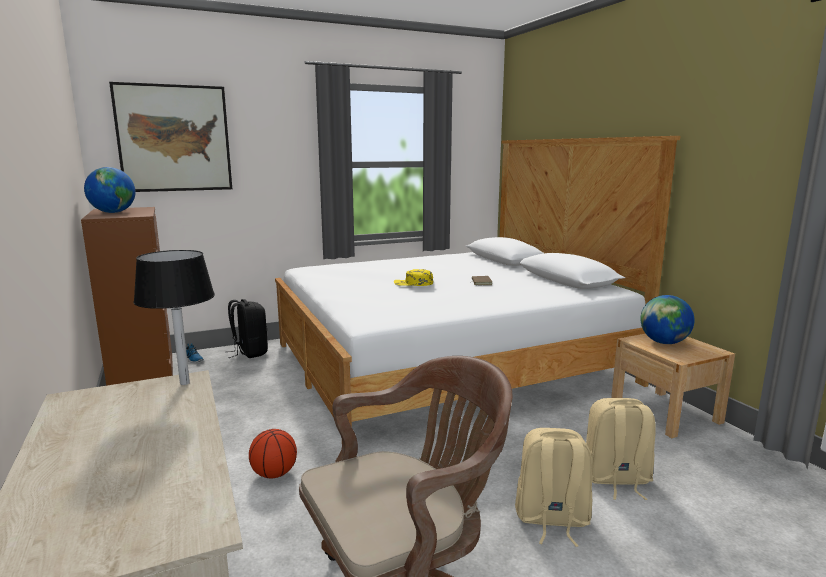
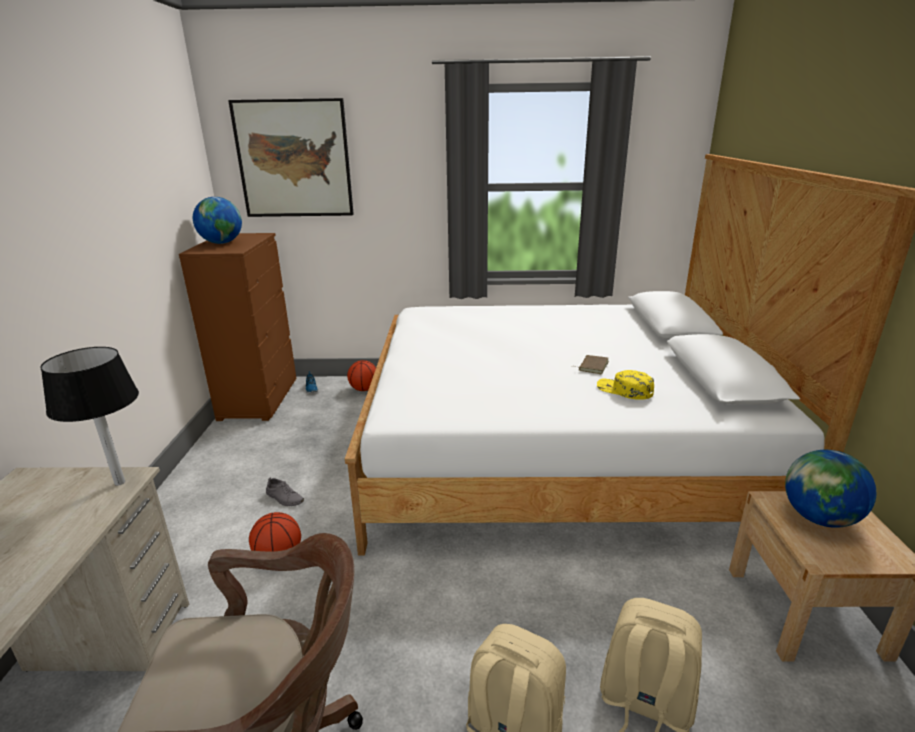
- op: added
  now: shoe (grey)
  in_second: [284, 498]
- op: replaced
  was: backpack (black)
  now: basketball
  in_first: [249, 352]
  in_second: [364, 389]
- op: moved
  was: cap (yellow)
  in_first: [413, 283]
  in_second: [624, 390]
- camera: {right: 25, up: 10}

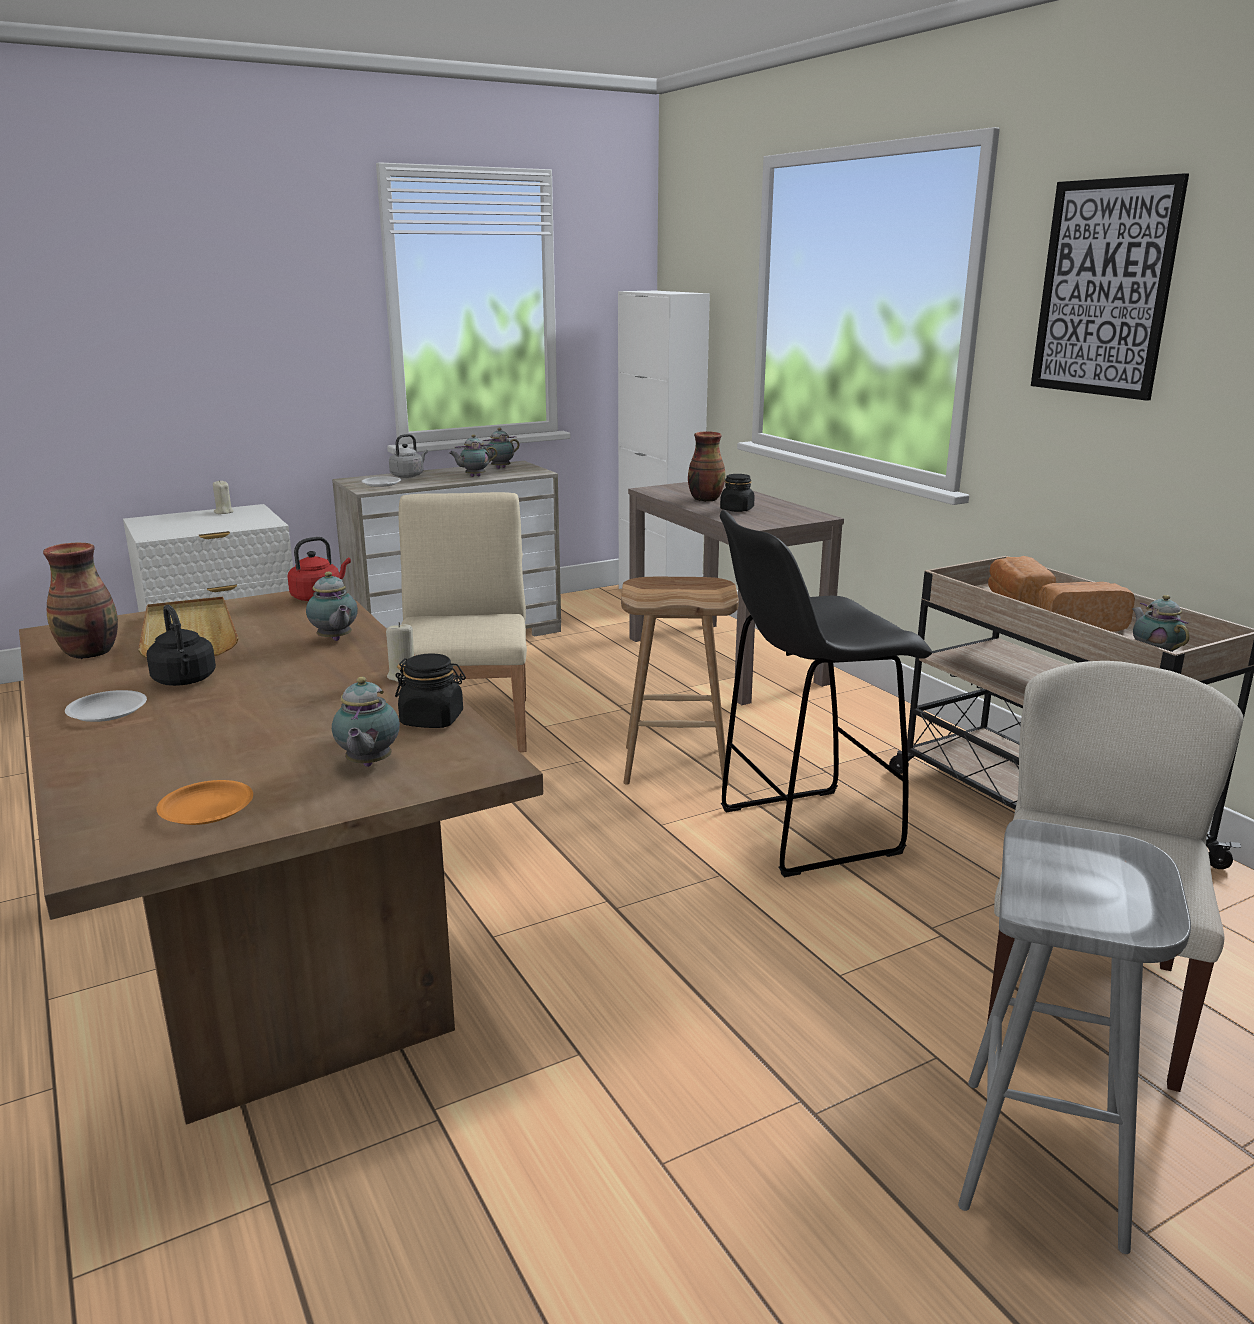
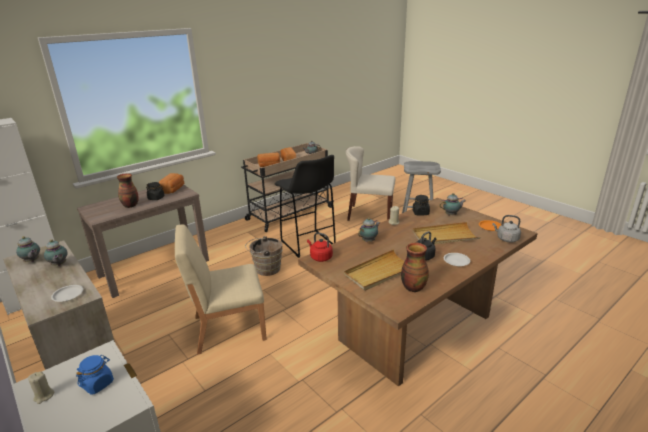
- op: added
  now: jar (blue)
  in_second: [98, 384]
- op: added
  now: bread
  in_second: [173, 189]
- op: replaced
  was: stool (brown)
  now: bucket (brown)
  in_first: [677, 765]
  in_second: [265, 269]
- op: added
  now: tray (beige)
  in_second: [444, 236]
- op: moved
  was: kettle (grey)
  in_first: [408, 475]
  in_second: [506, 239]
- op: removed
  was: picture
  in_first: [1105, 288]
- camera: {right: -100, up: 5}

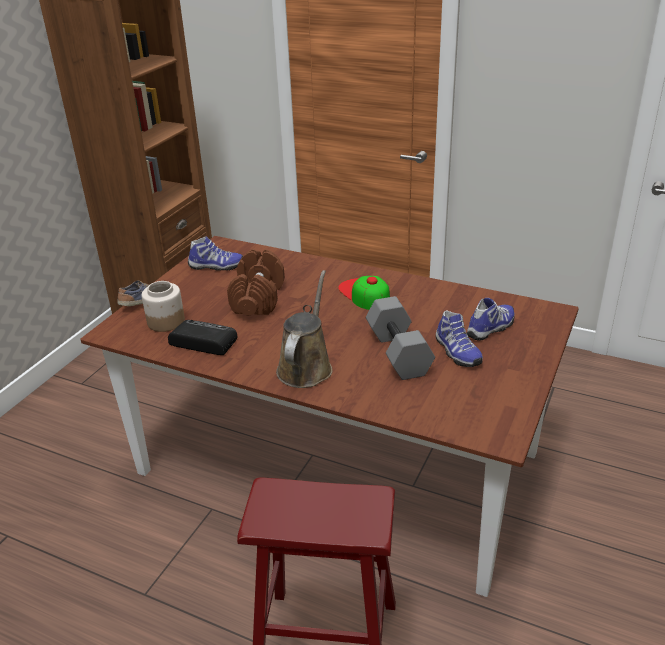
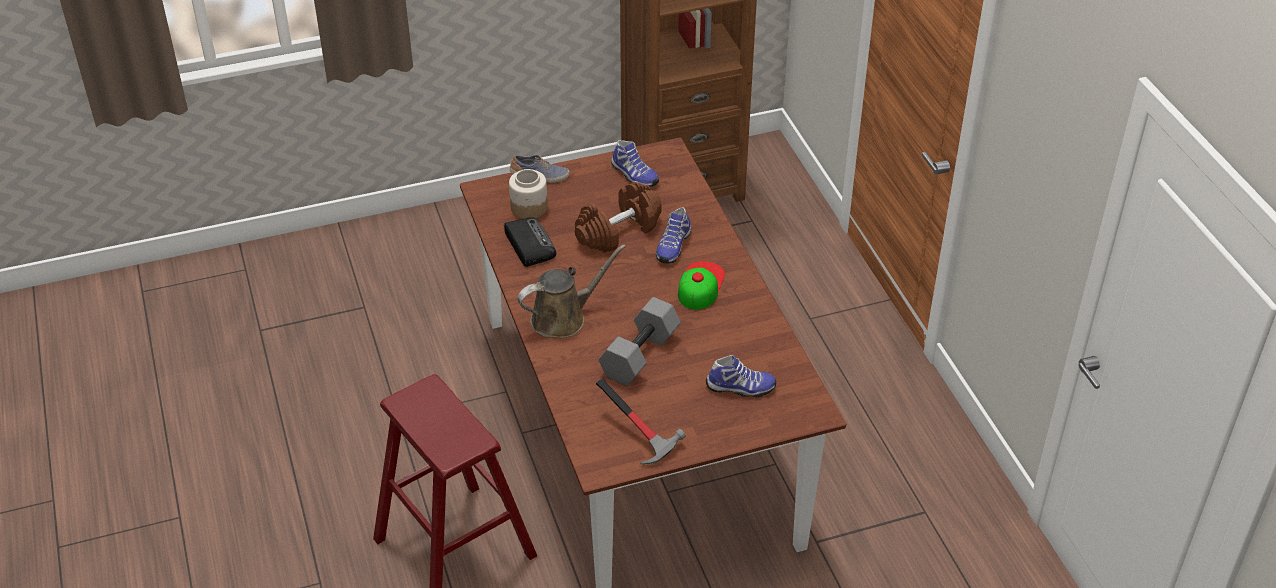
- op: added
  now: hammer
  in_second: [641, 434]
- op: moved
  was: shoe
  in_first: [456, 352]
  in_second: [672, 246]
- camera: {right: 45, up: 10}

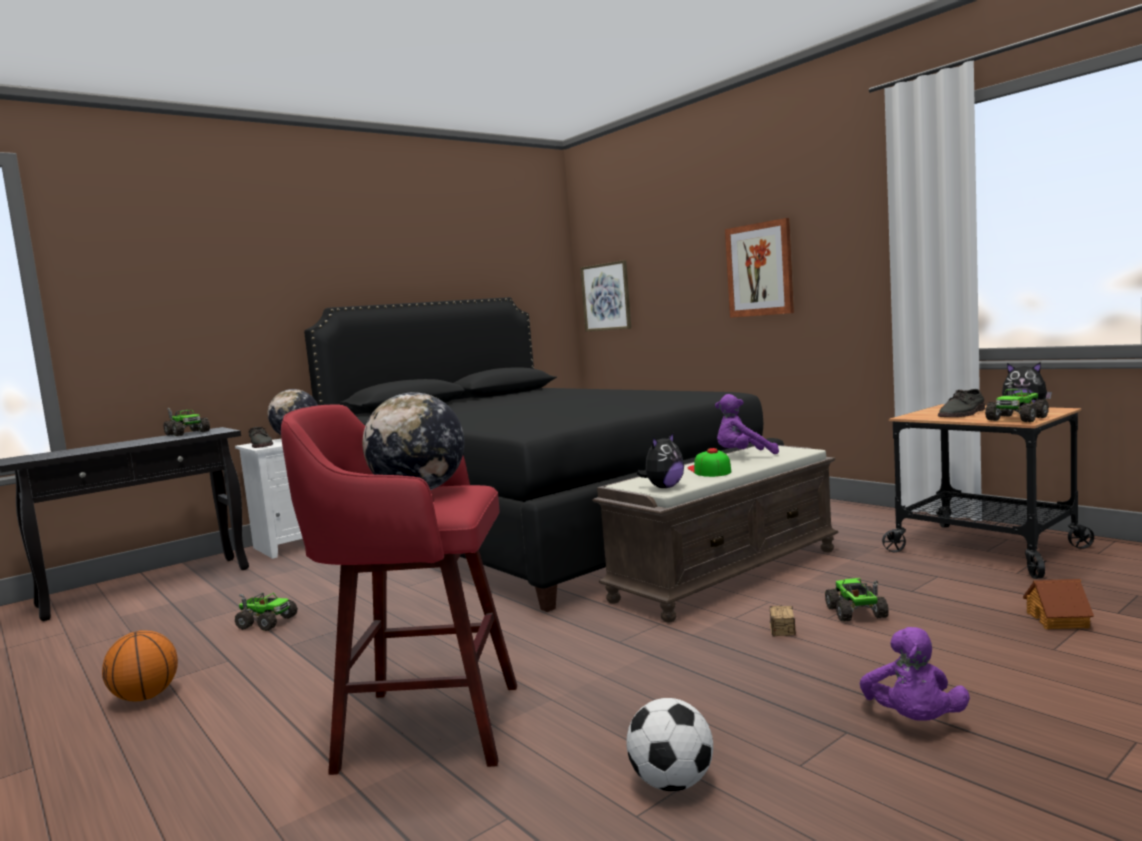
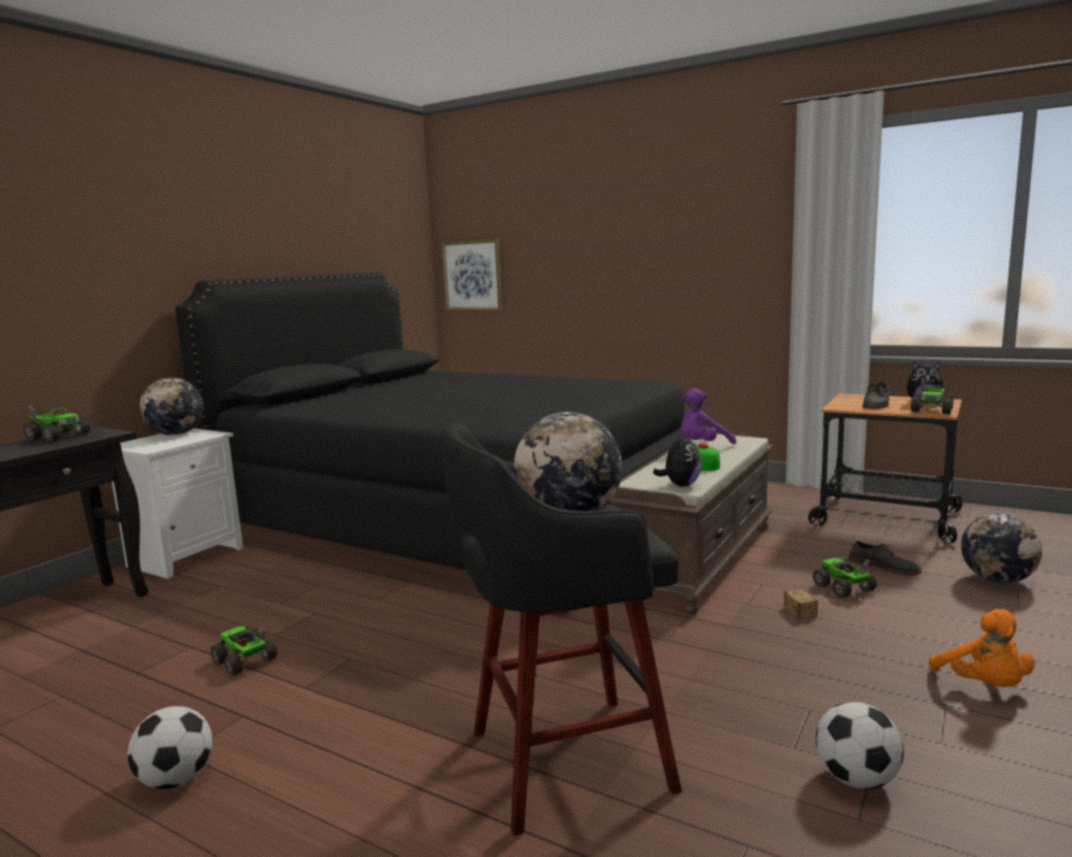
- op: replaced
  was: basketball
  now: football
  in_first: [145, 697]
  in_second: [176, 780]
- op: turned
  was: toy truck
  in_first: [266, 622]
  in_second: [245, 662]
  clockwise: -135
- op: recoloured
  was: stool (red)
  now: stool (black)
  in_first: [423, 726]
  in_second: [562, 761]
- op: moved
  was: shoe (grey)
  in_first: [261, 445]
  in_second: [884, 566]
- op: recoloured
  was: plush toy (purple)
  now: plush toy (orange)
  in_first: [914, 721]
  in_second: [984, 686]
- op: replaced
  was: toy house
  now: globe
  in_first: [1058, 620]
  in_second: [997, 580]
- op: removed
  was: picture
  in_first: [760, 269]
- camera: {right: -20, up: 5}

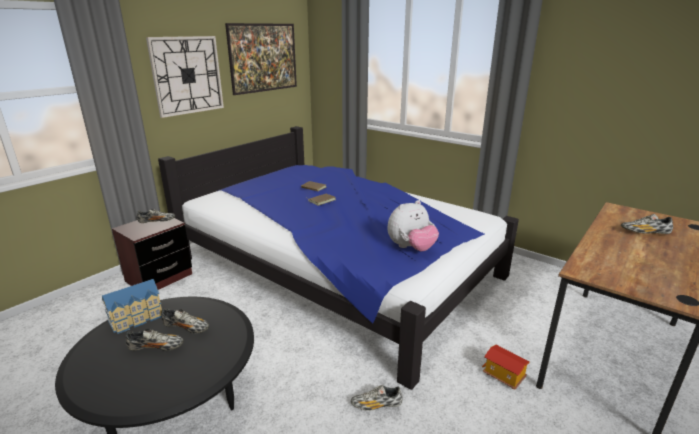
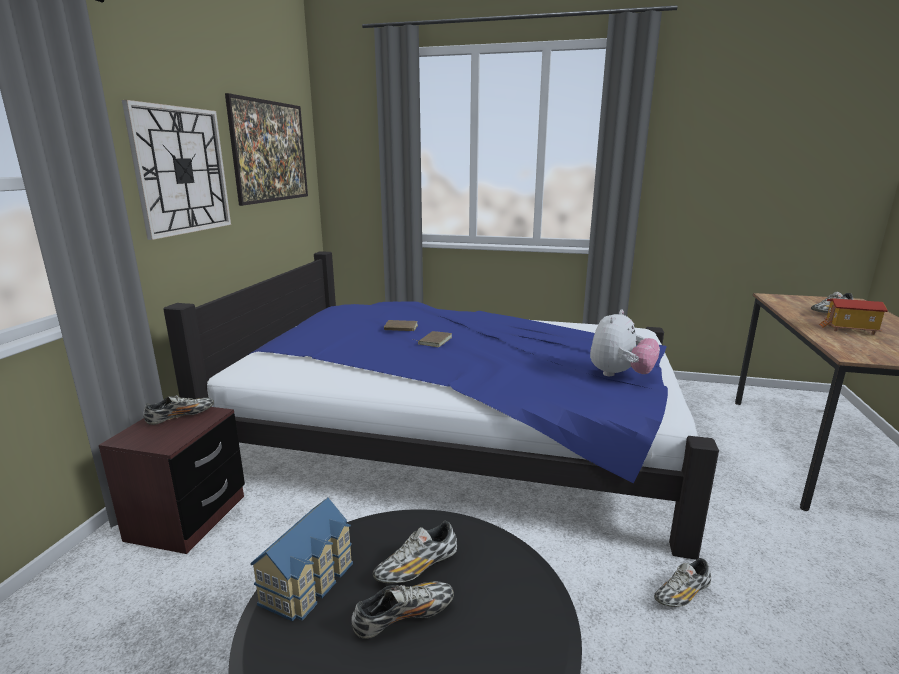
- op: turned
  was: shoe
  in_first: [186, 328]
  in_second: [417, 568]
  clockwise: 150
- op: moved
  was: toy house
  in_first: [503, 376]
  in_second: [850, 329]
- camera: {right: -25, up: -5}

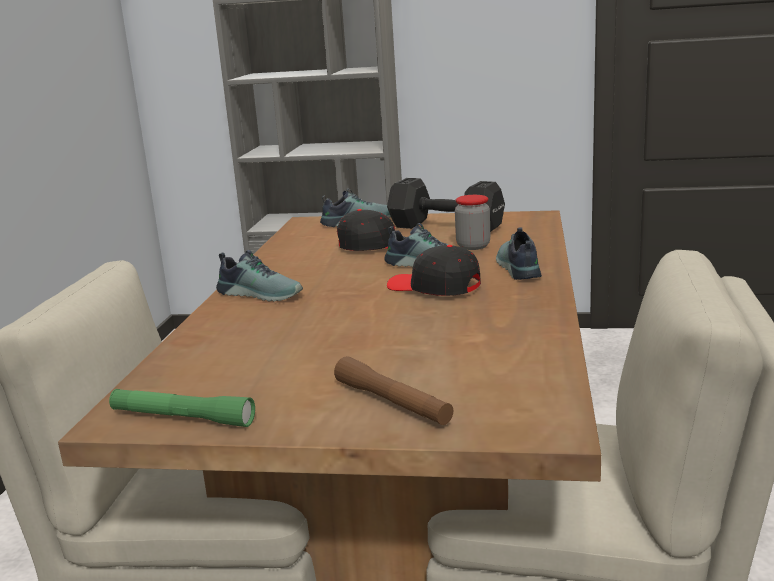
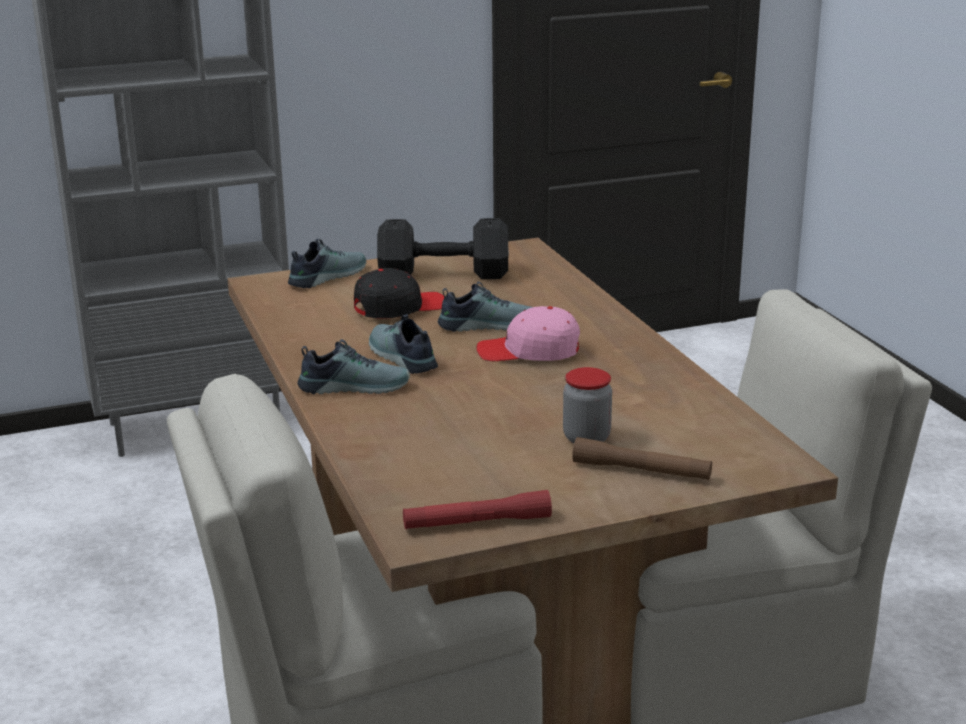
- op: moved
  was: shoe
  in_first: [516, 268]
  in_second: [400, 357]
- op: recoloured
  was: flashlight (green)
  now: flashlight (red)
  in_first: [182, 418]
  in_second: [477, 523]
- op: recoloured
  was: cap (black)
  now: cap (pink)
  in_first: [434, 287]
  in_second: [529, 351]
- op: moved
  was: jar
  in_first: [473, 246]
  in_second: [586, 438]
- camera: {right: -30, up: 5}

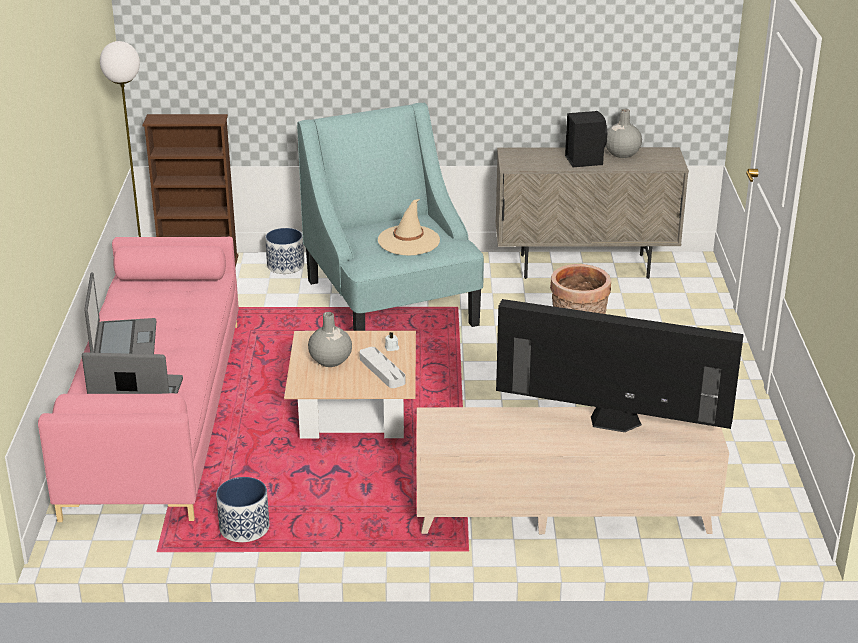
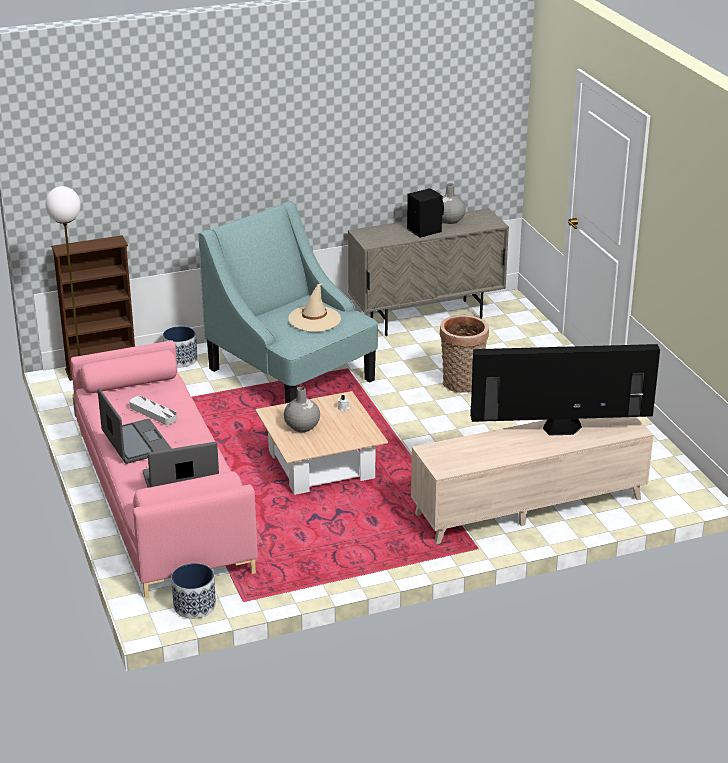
- op: moved
  was: tray (grey)
  in_first: [382, 370]
  in_second: [153, 413]
- op: moved
  was: planter
  in_first: [244, 528]
  in_second: [195, 606]
- camera: {right: -20, up: 0}

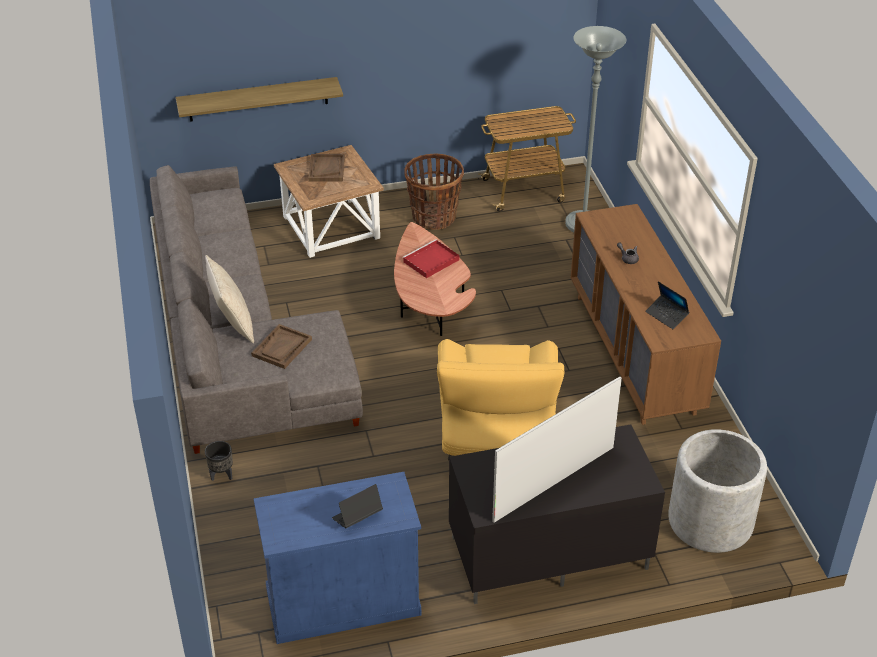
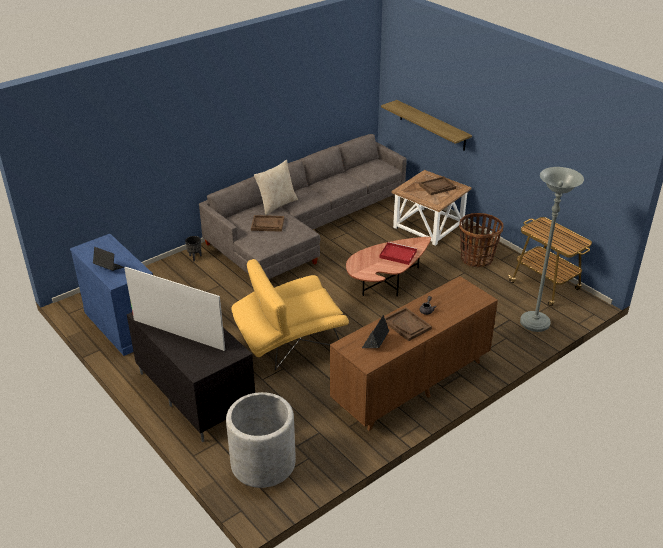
- op: added
  now: tray (brown)
  in_second: [407, 325]
- camera: {right: 65, up: -5}

